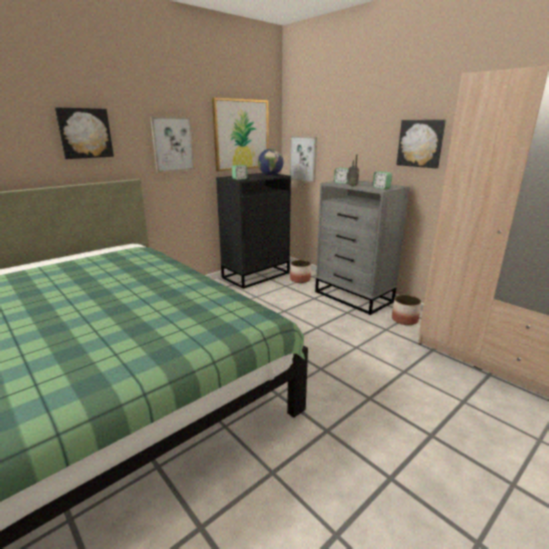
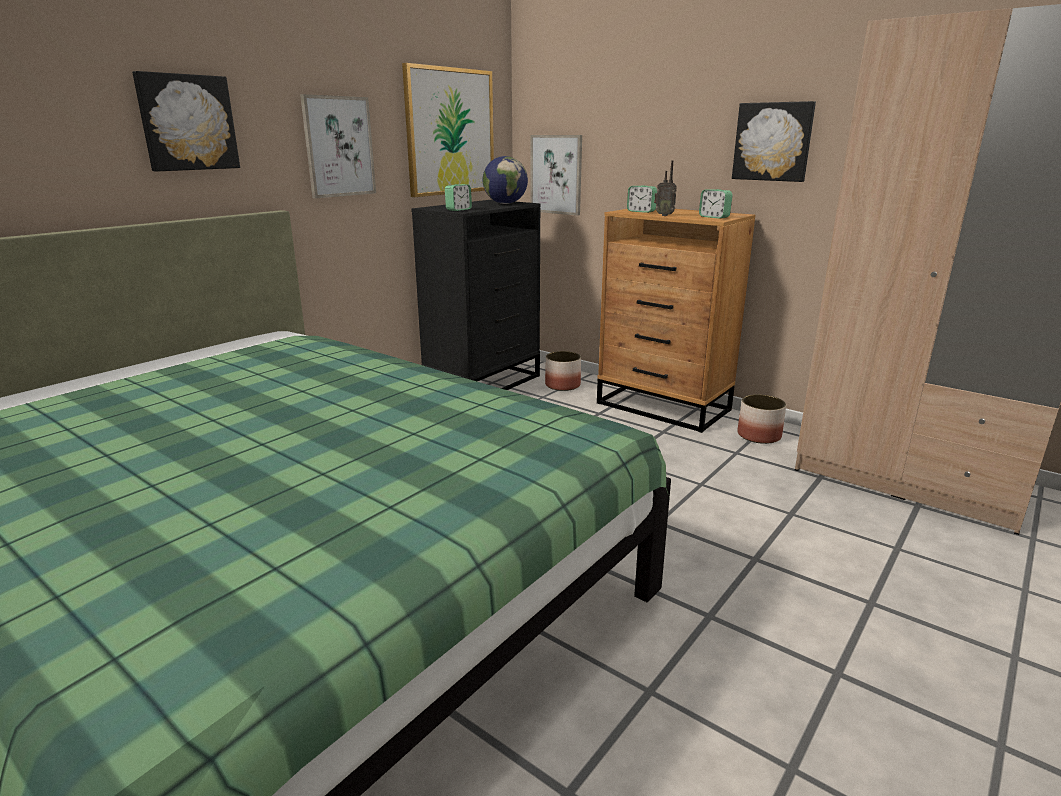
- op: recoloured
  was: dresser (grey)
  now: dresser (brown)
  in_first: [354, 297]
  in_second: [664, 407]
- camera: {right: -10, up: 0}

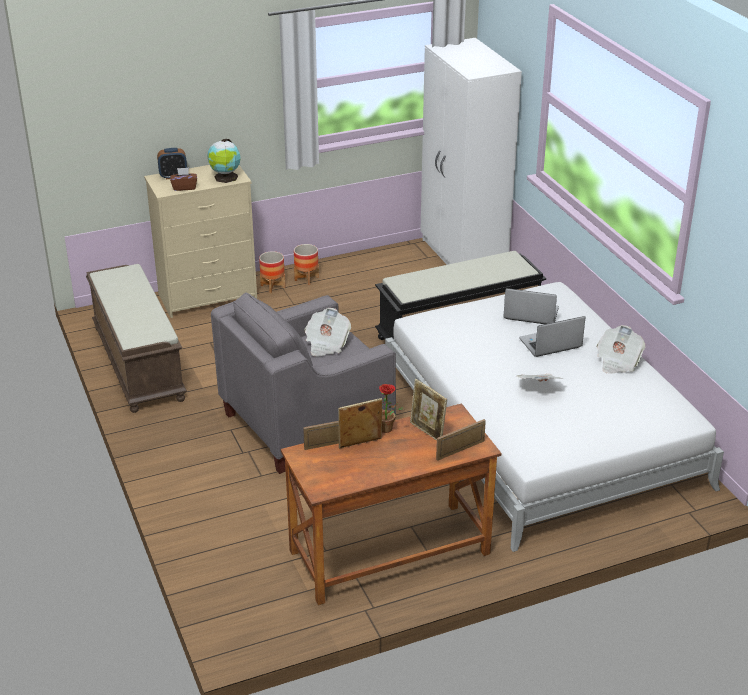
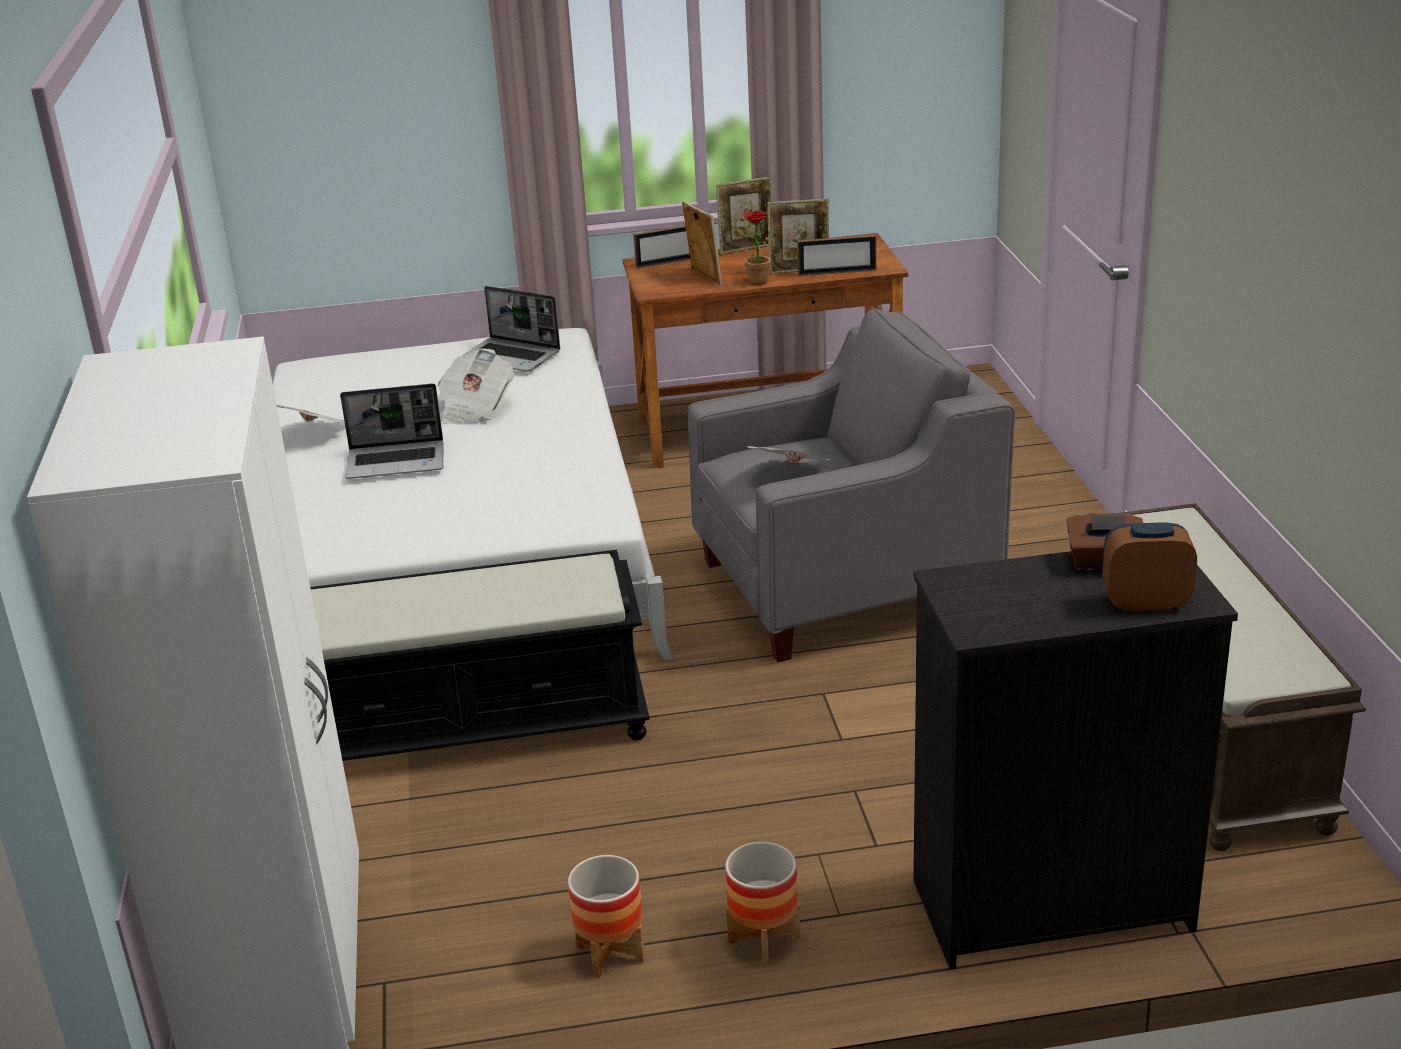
- op: moved
  was: laptop
  in_first: [530, 314]
  in_second: [511, 357]
- op: moved
  was: planter
  in_first: [273, 286]
  in_second: [610, 953]
- op: added
  now: picture frame
  in_second: [747, 248]
- op: recoloured
  was: dresser (beige)
  now: dresser (black)
  in_first: [208, 297]
  in_second: [1048, 904]
- op: removed
  was: globe
  in_first: [225, 178]
- camera: {right: -165, up: -5}

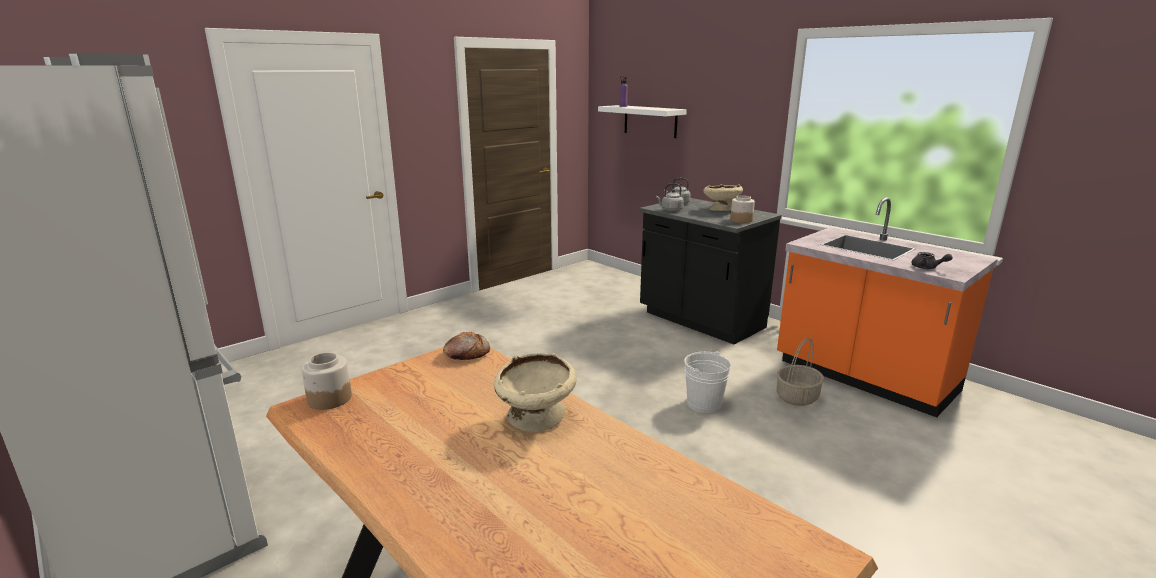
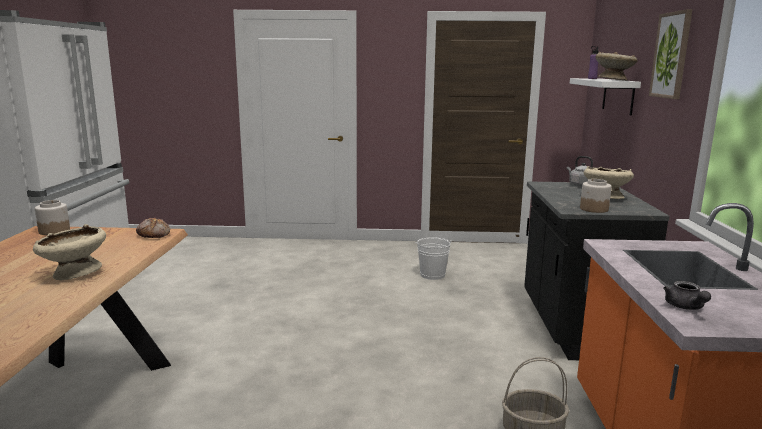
- op: moved
  was: bucket (white)
  in_first: [704, 404]
  in_second: [432, 275]
- op: added
  now: bowl (beige)
  in_second: [613, 80]
- op: added
  now: picture
  in_second: [671, 55]
- op: removed
  was: kettle (grey)
  in_first: [670, 210]
- camera: {right: 45, up: -5}

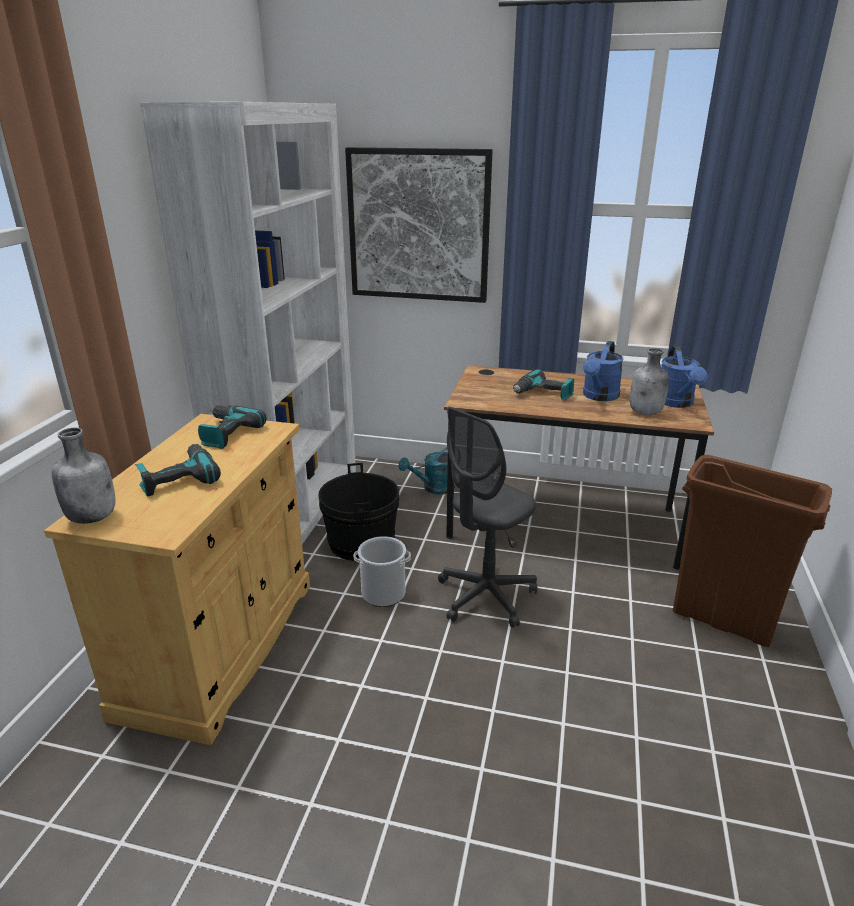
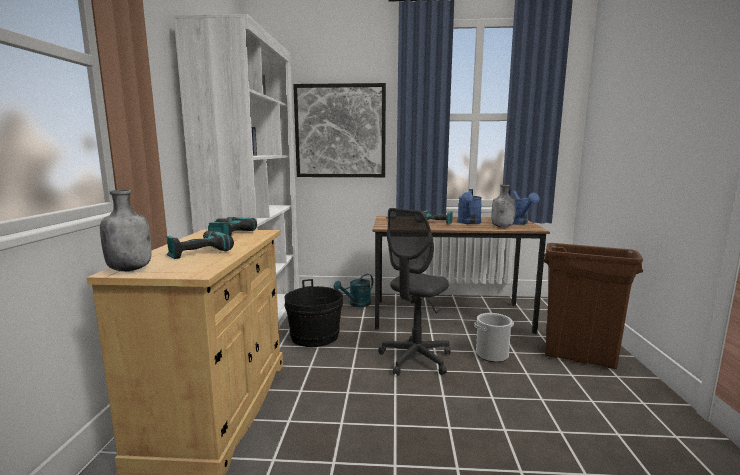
- op: moved
  was: bucket
  in_first: [383, 593]
  in_second: [492, 355]
- camera: {right: -10, up: -15}

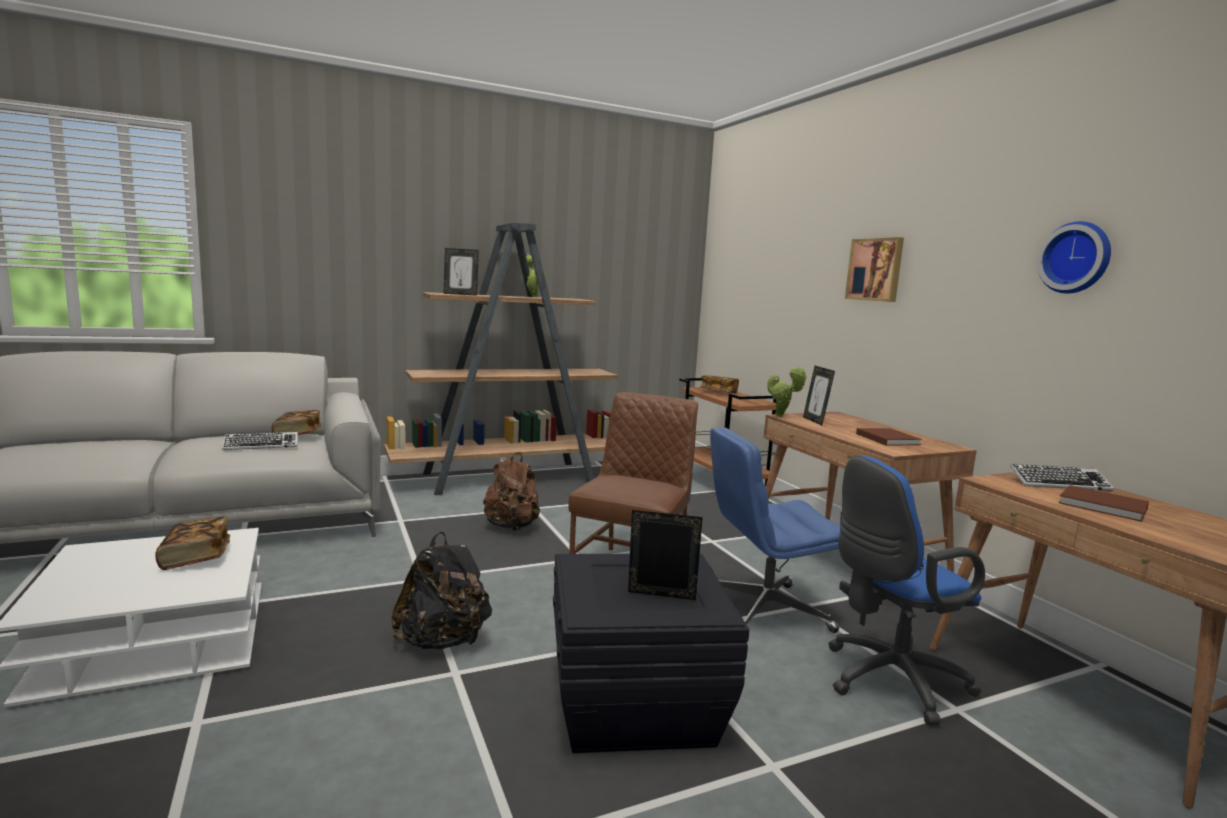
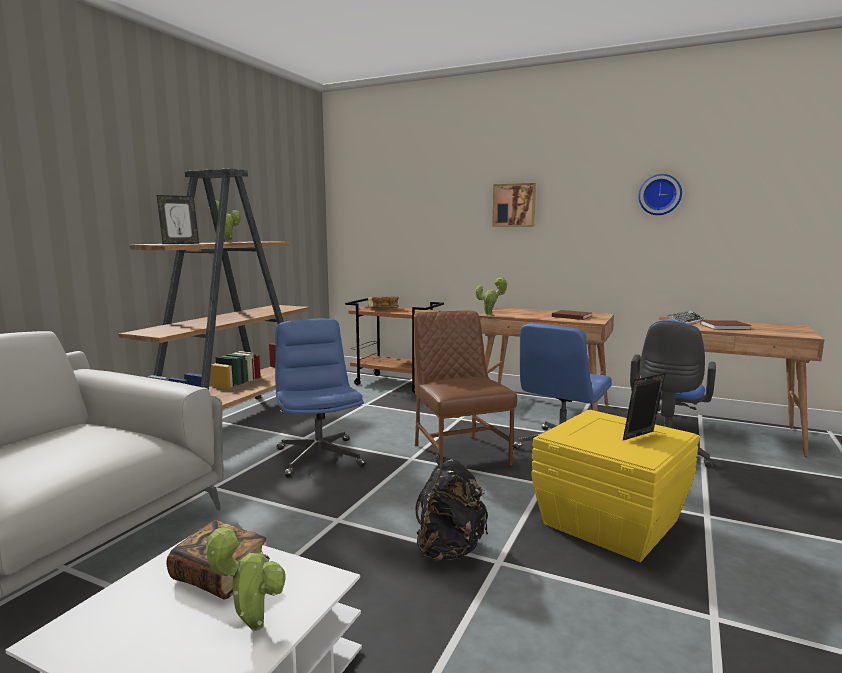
- op: added
  now: potted plant
  in_second: [251, 626]
- op: replaced
  was: backpack (brown)
  now: office chair (blue)
  in_first: [511, 527]
  in_second: [319, 457]
- op: recoloured
  was: storage box (black)
  now: storage box (yellow)
  in_first: [632, 703]
  in_second: [609, 522]
- op: removed
  was: keyboard
  in_first: [261, 445]
- op: removed
  was: book
  in_first: [298, 435]
- op: removed
  was: picture frame
  in_first: [815, 421]
- camera: {right: -40, up: 0}

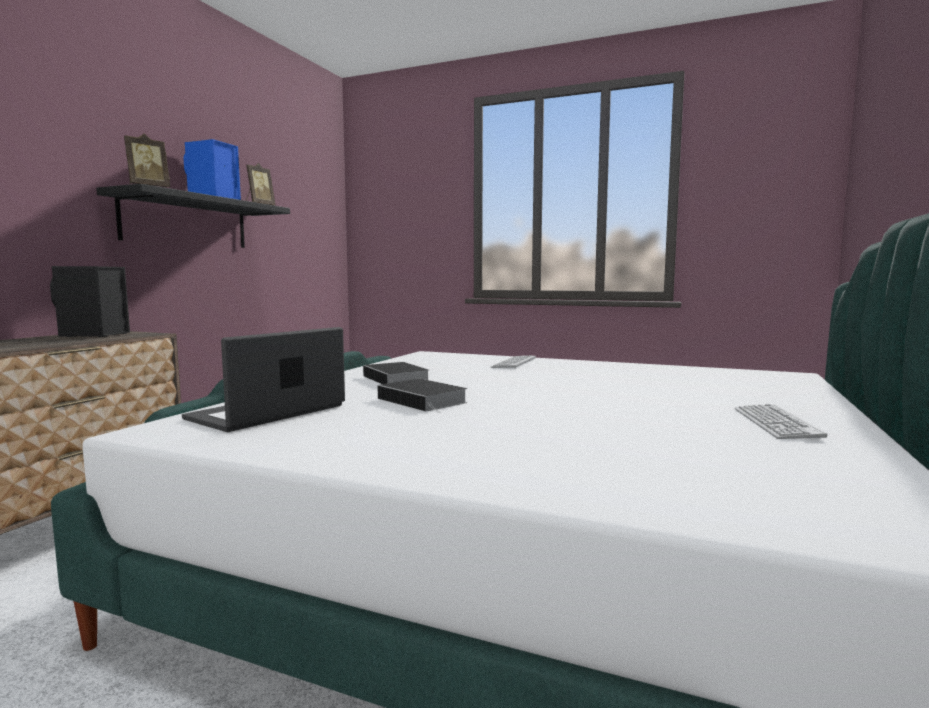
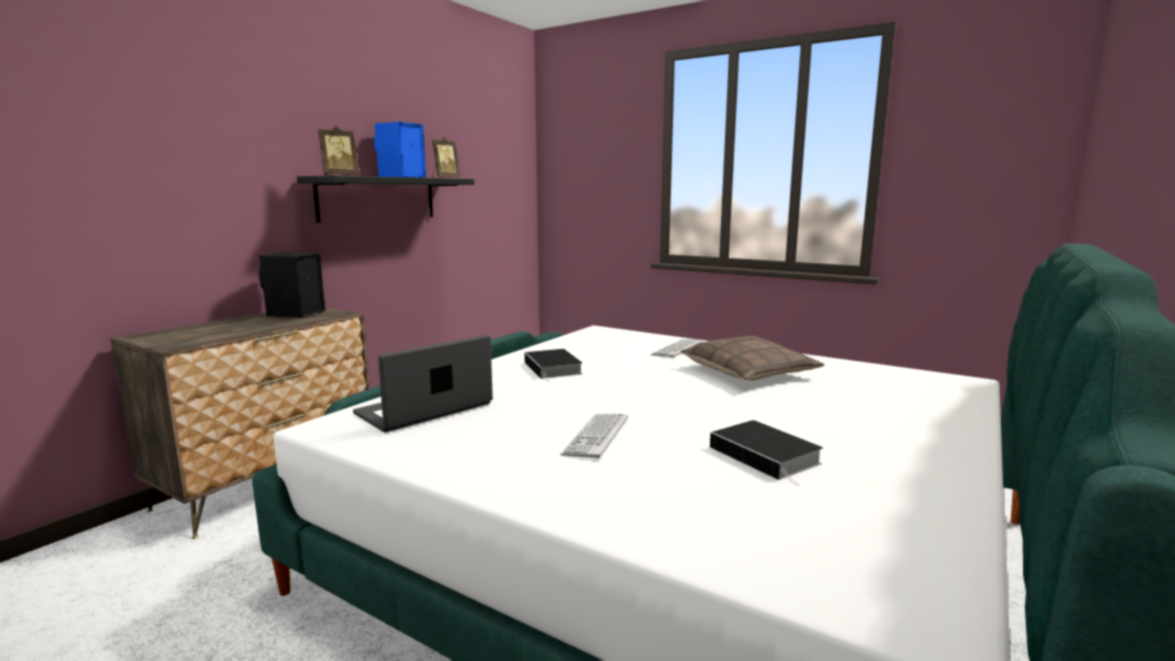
- op: moved
  was: keyboard
  in_first: [775, 423]
  in_second: [596, 436]
- op: added
  now: pillow
  in_second: [749, 373]
- op: moved
  was: book
  in_first: [424, 401]
  in_second: [767, 456]
- camera: {right: 10, up: 5}

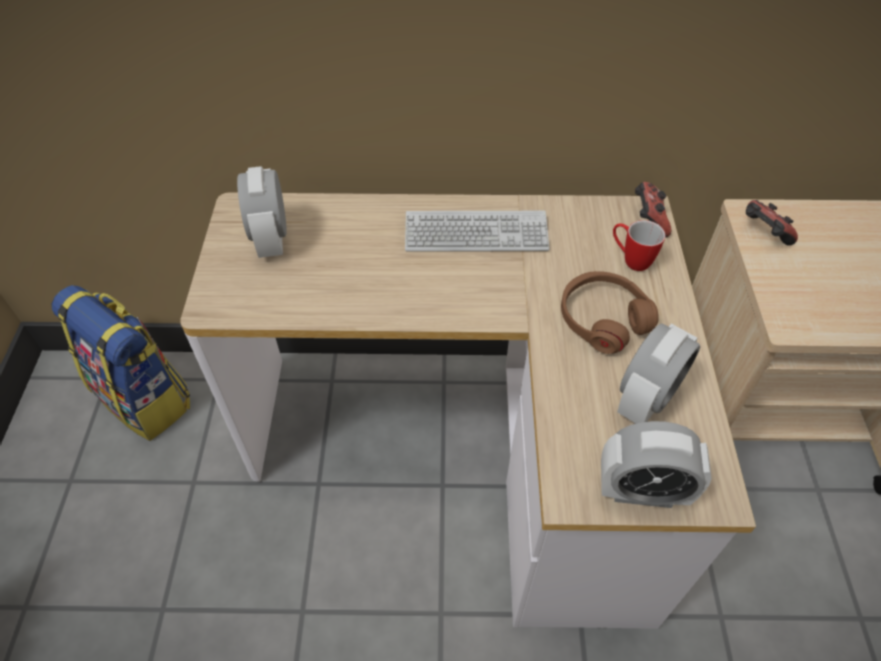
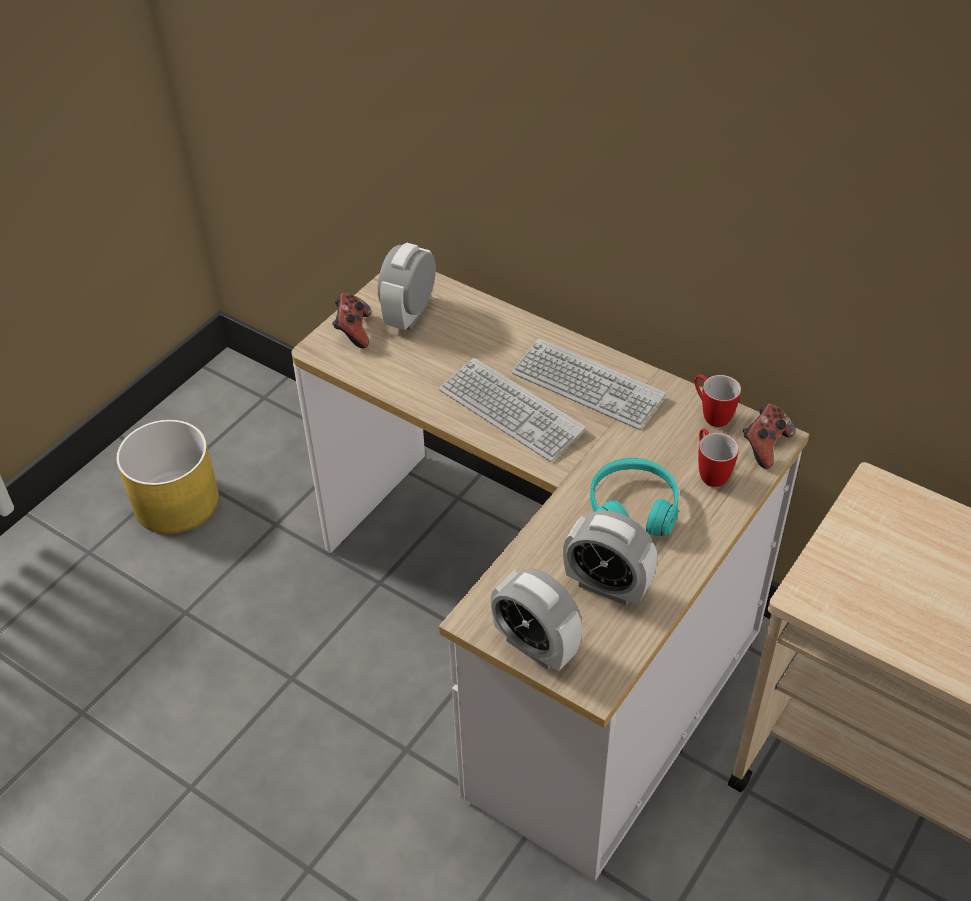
- op: added
  now: planter (yellow)
  in_second: [176, 501]
- op: moved
  was: game controller
  in_first: [762, 234]
  in_second: [353, 332]
- op: added
  now: keyboard
  in_second: [511, 411]
- op: turned
  was: alarm clock
  in_first: [646, 399]
  in_second: [607, 586]
  clockwise: 45
- op: recoloured
  was: headphones (brown)
  now: headphones (turquoise)
  in_first: [603, 318]
  in_second: [633, 507]
- op: added
  now: mug
  in_second: [711, 414]
- op: removed
  was: backpack
  in_first: [146, 399]
- camera: {right: 35, up: -5}

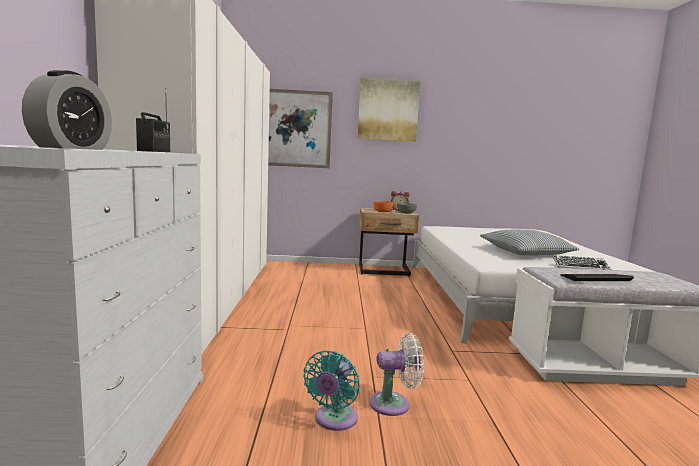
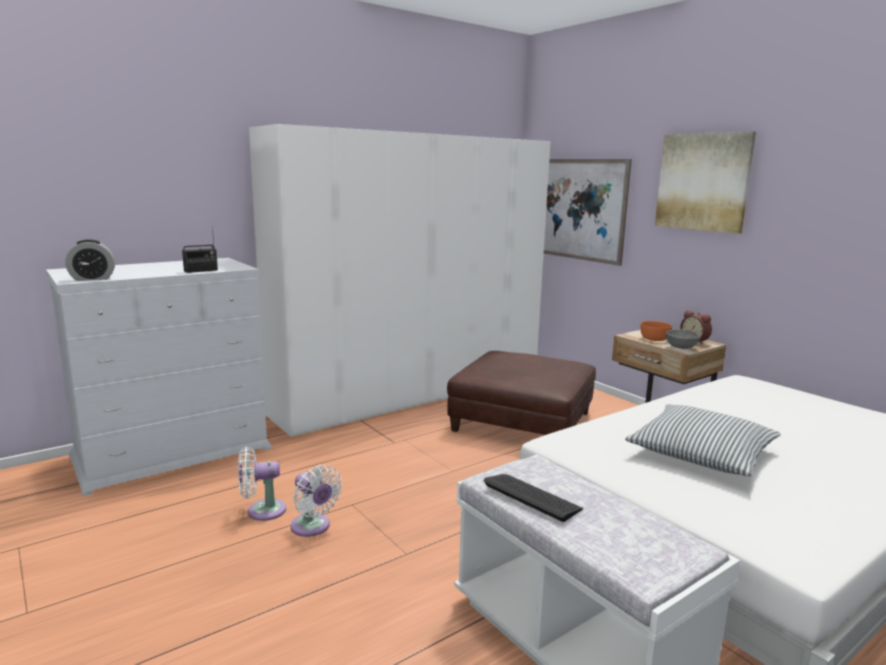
- op: recoloured
  was: fan (turquoise)
  now: fan (white)
  in_first: [334, 420]
  in_second: [262, 511]
- op: added
  now: ottoman (brown)
  in_second: [521, 421]
- op: removed
  was: keyboard
  in_first: [580, 267]
- camera: {right: 55, up: 5}

